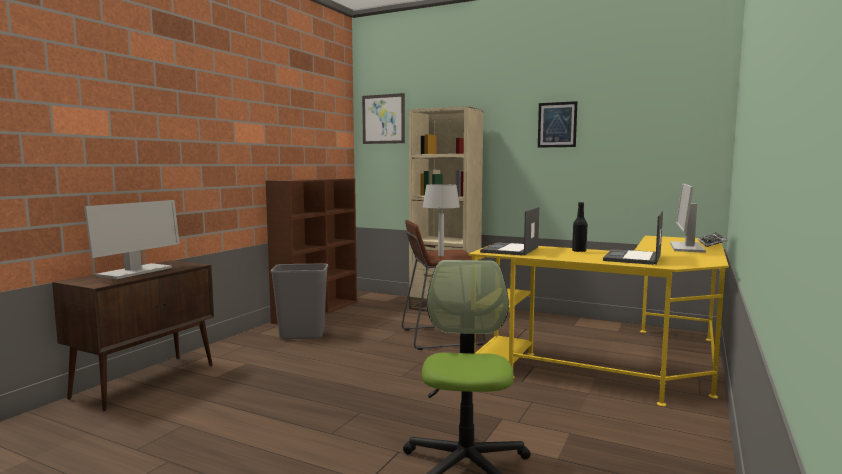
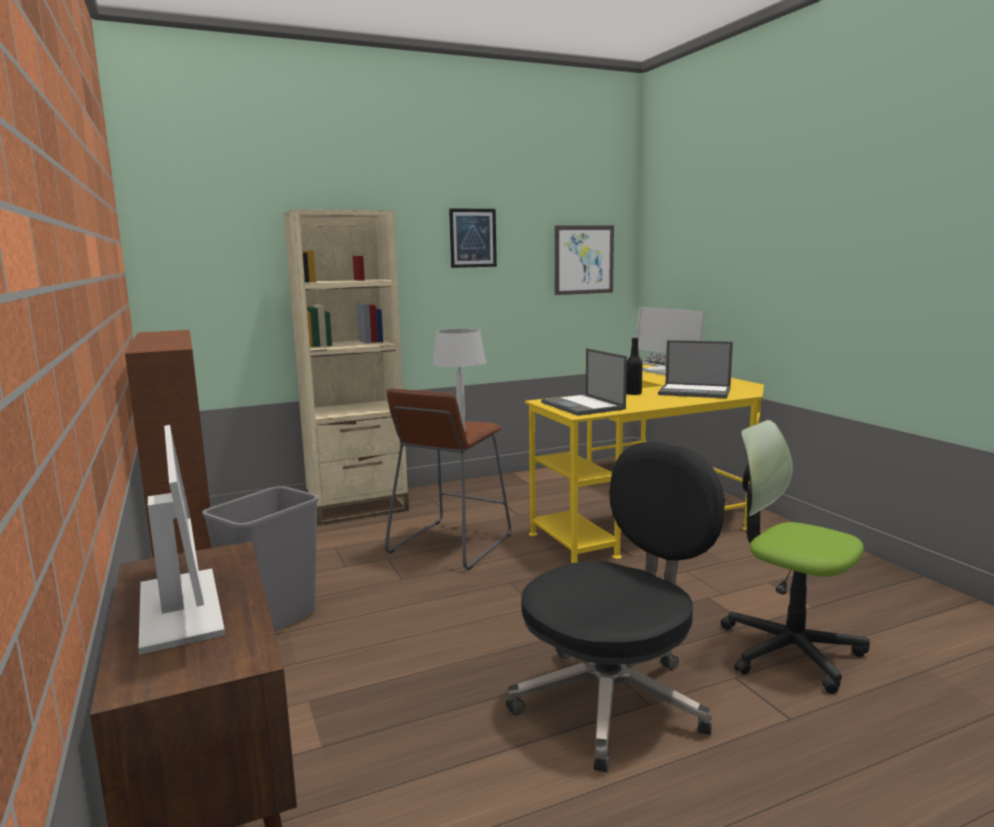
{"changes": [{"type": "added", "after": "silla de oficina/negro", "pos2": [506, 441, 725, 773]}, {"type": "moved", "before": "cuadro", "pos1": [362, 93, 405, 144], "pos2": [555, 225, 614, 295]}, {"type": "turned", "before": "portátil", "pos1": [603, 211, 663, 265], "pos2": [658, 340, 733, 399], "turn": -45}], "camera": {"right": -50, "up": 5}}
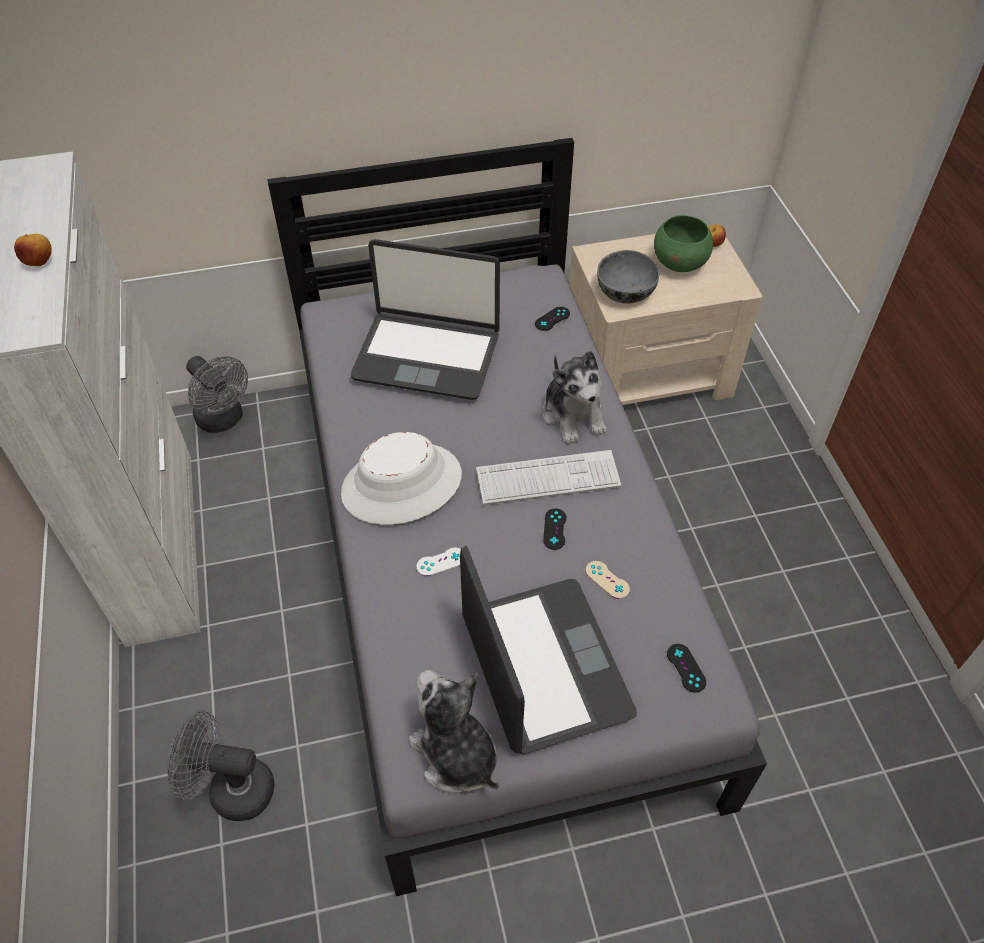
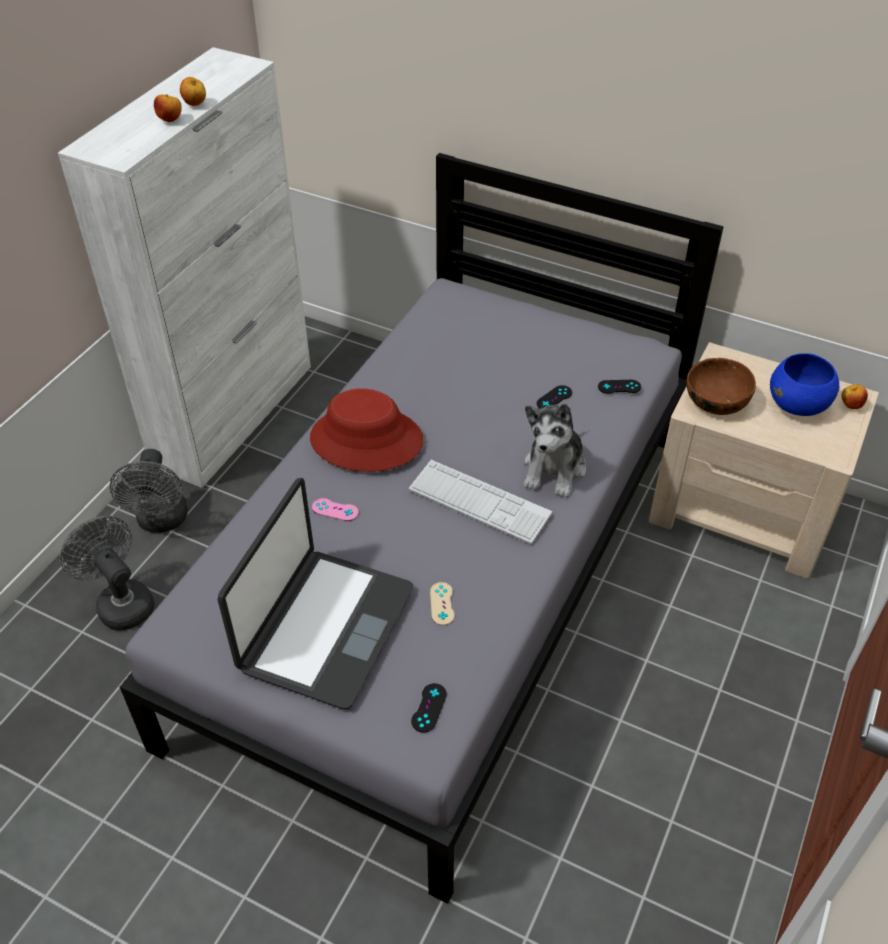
{"changes": [{"type": "moved", "before": "ventilador/gris", "pos1": [186, 356, 248, 433], "pos2": [109, 449, 188, 533]}, {"type": "added", "after": "manzana", "pos2": [180, 77, 206, 106]}, {"type": "recoloured", "before": "sombrero/blanco", "after": "sombrero/rojo", "pos1": [341, 432, 462, 525], "pos2": [310, 388, 423, 472]}, {"type": "recoloured", "before": "mando de consola/blanco", "after": "mando de consola/rosa", "pos1": [417, 548, 461, 576], "pos2": [312, 498, 359, 521]}, {"type": "moved", "before": "mando de consola/negro", "pos1": [543, 508, 567, 550], "pos2": [536, 385, 572, 408]}, {"type": "recoloured", "before": "cuenco/gris", "after": "cuenco/marrón", "pos1": [597, 250, 659, 304], "pos2": [687, 358, 756, 415]}, {"type": "recoloured", "before": "cuenco/verde", "after": "cuenco/azul", "pos1": [654, 215, 713, 272], "pos2": [770, 353, 839, 416]}, {"type": "removed", "before": "portátil", "pos1": [351, 239, 500, 400]}, {"type": "removed", "before": "peluche", "pos1": [408, 670, 499, 793]}], "camera": {"right": 40, "up": -5}}
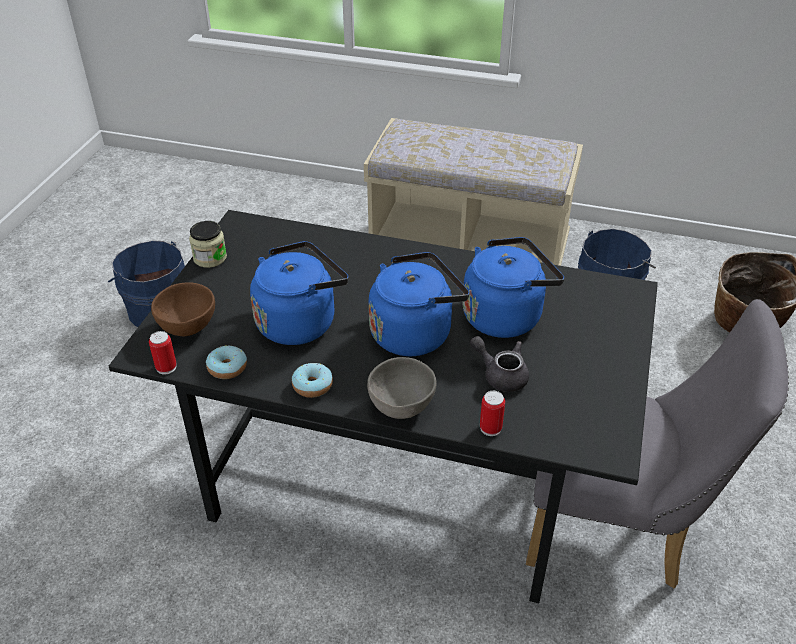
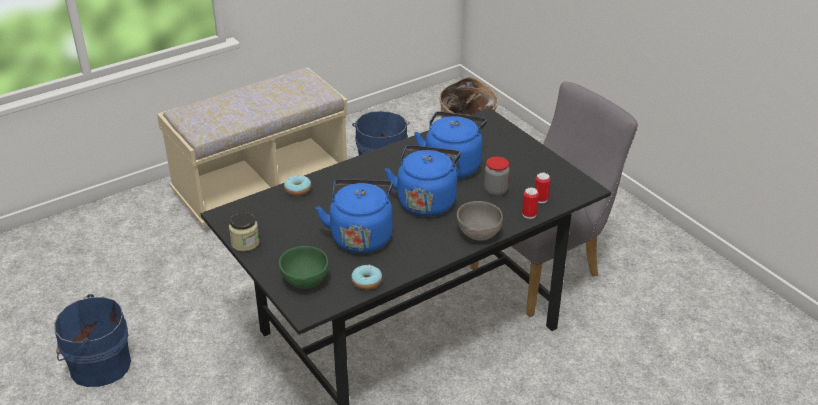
{"changes": [{"type": "recoloured", "before": "cuenco/marrón", "after": "cuenco/verde", "pos1": [151, 282, 215, 336], "pos2": [279, 246, 328, 289]}, {"type": "moved", "before": "rosquilla", "pos1": [292, 363, 333, 398], "pos2": [284, 175, 311, 196]}, {"type": "replaced", "before": "tetera/gris", "after": "tarro", "pos1": [470, 336, 529, 392], "pos2": [484, 157, 510, 196]}, {"type": "moved", "before": "lata", "pos1": [149, 331, 177, 374], "pos2": [535, 173, 550, 203]}], "camera": {"right": -50, "up": -5}}
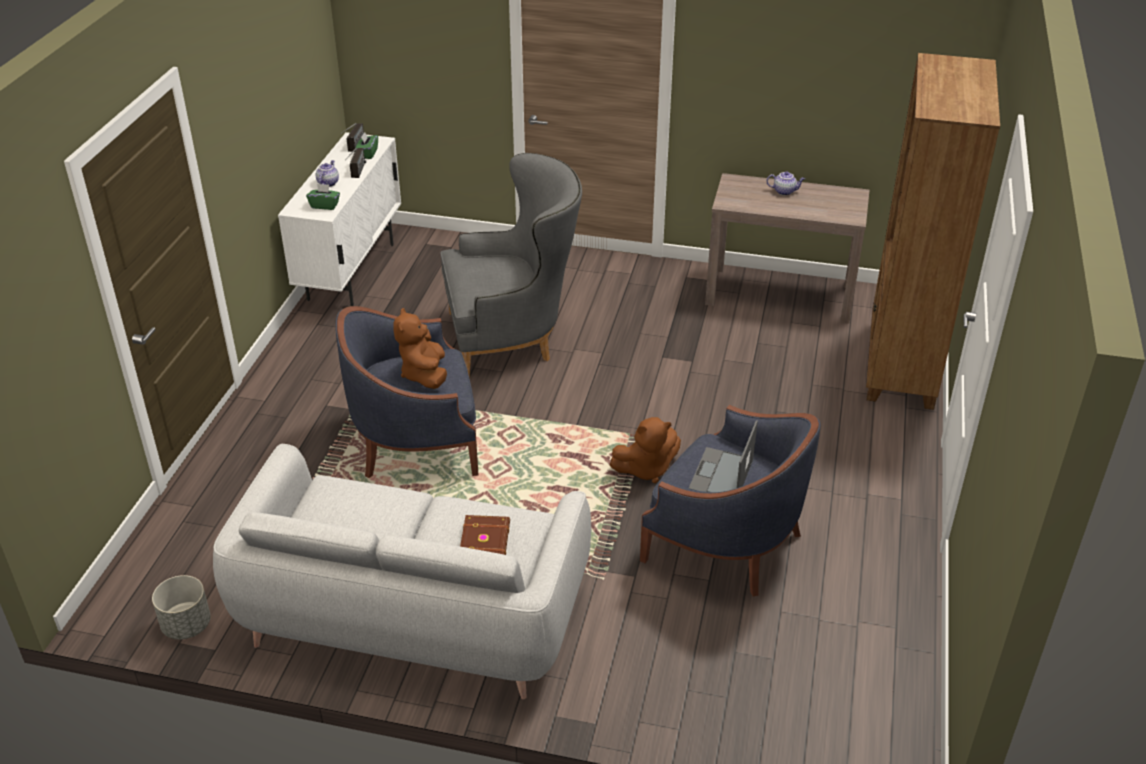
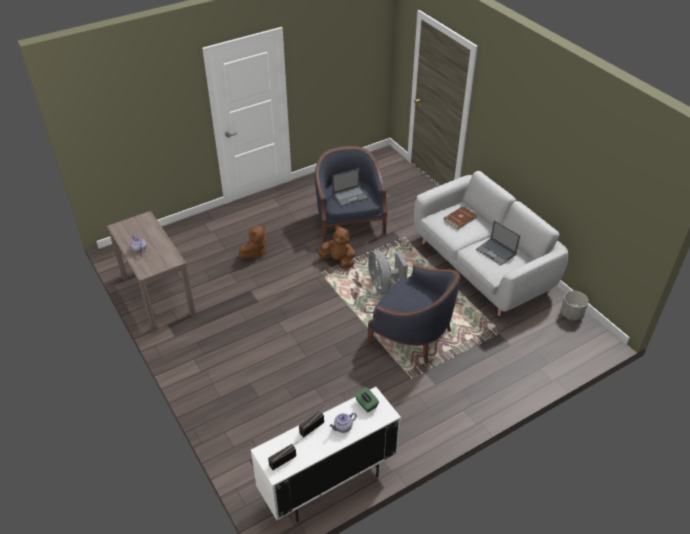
{"changes": [{"type": "moved", "before": "peluche/marrón", "pos1": [393, 308, 447, 389], "pos2": [239, 226, 266, 259]}, {"type": "added", "after": "ventilador/gris", "pos2": [368, 250, 408, 295]}, {"type": "added", "after": "portátil", "pos2": [476, 220, 520, 265]}, {"type": "removed", "before": "caja de pañuelos/verde", "pos1": [356, 132, 378, 159]}, {"type": "removed", "before": "sillón/gris", "pos1": [440, 153, 582, 378]}, {"type": "removed", "before": "estantería/marrón", "pos1": [866, 53, 1000, 410]}], "camera": {"right": -135, "up": 5}}
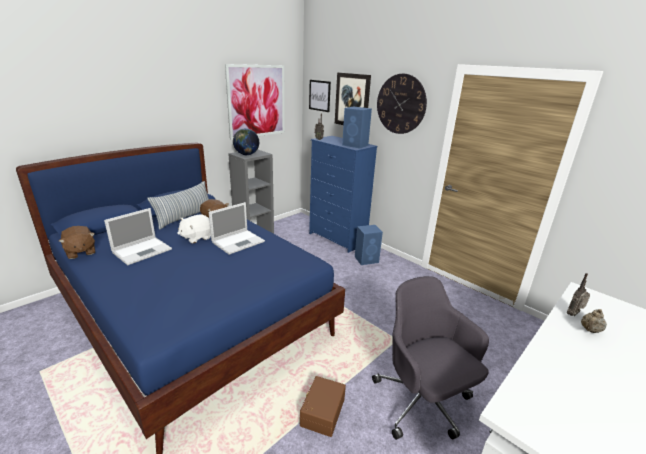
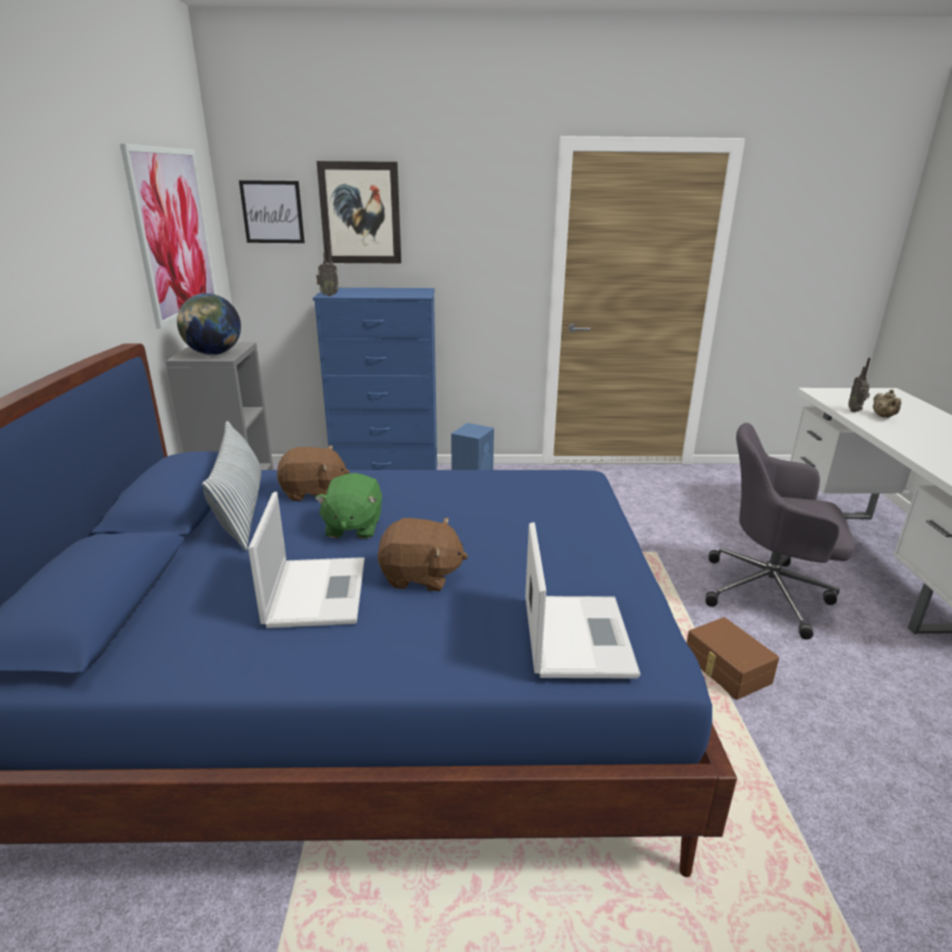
{"changes": [{"type": "recoloured", "before": "peluche/blanco", "after": "peluche/verde", "pos1": [177, 214, 211, 244], "pos2": [315, 473, 382, 539]}, {"type": "moved", "before": "peluche/marrón", "pos1": [59, 226, 95, 259], "pos2": [378, 518, 468, 591]}, {"type": "moved", "before": "portátil", "pos1": [209, 202, 265, 255], "pos2": [525, 522, 640, 679]}, {"type": "removed", "before": "altavoz/azul", "pos1": [342, 106, 372, 148]}, {"type": "removed", "before": "reloj de pared", "pos1": [377, 74, 427, 134]}], "camera": {"right": -45, "up": 0}}
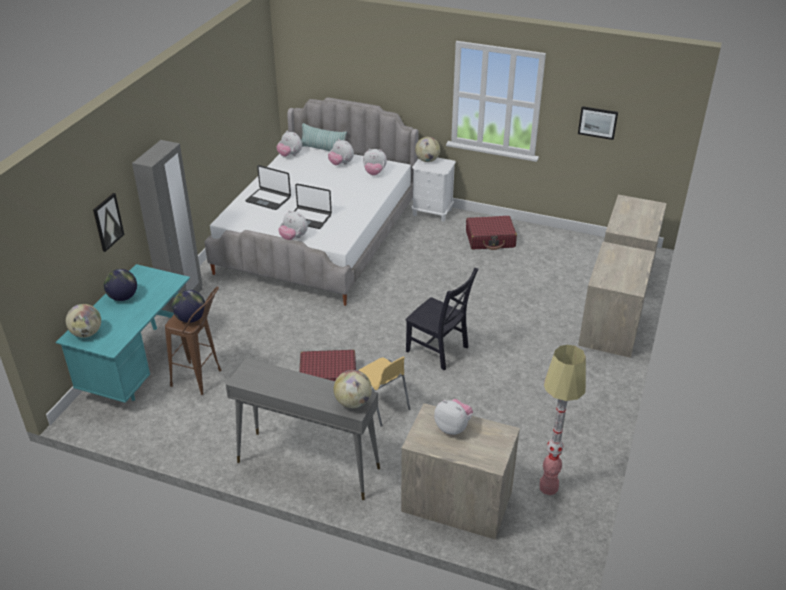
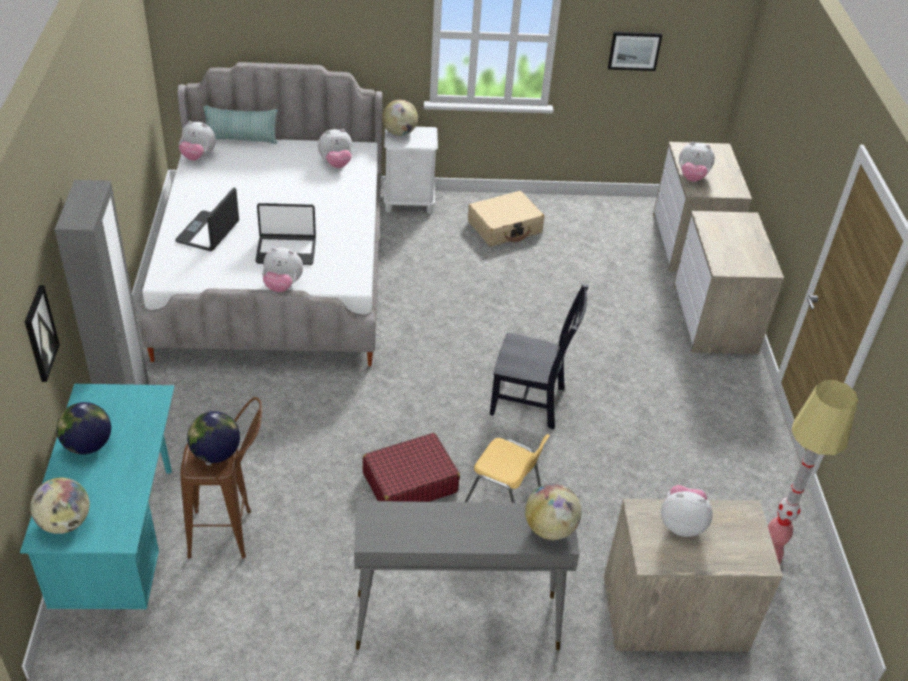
{"changes": [{"type": "turned", "before": "portátil", "pos1": [245, 165, 291, 210], "pos2": [175, 187, 239, 251], "turn": 105}, {"type": "recoloured", "before": "maleta/rojo", "after": "maleta/beis", "pos1": [466, 216, 517, 250], "pos2": [468, 191, 544, 246]}, {"type": "moved", "before": "peluche", "pos1": [328, 139, 354, 165], "pos2": [679, 142, 715, 182]}], "camera": {"right": -25, "up": 5}}
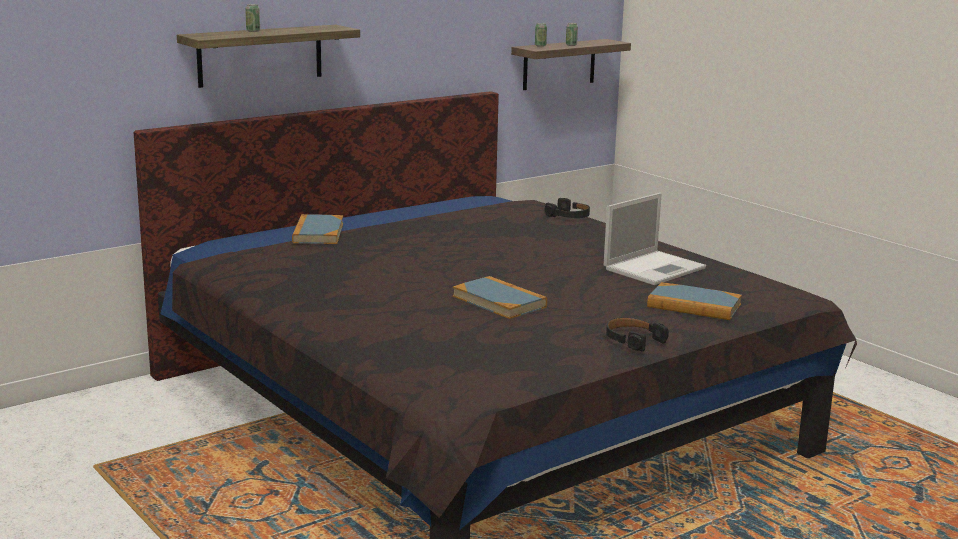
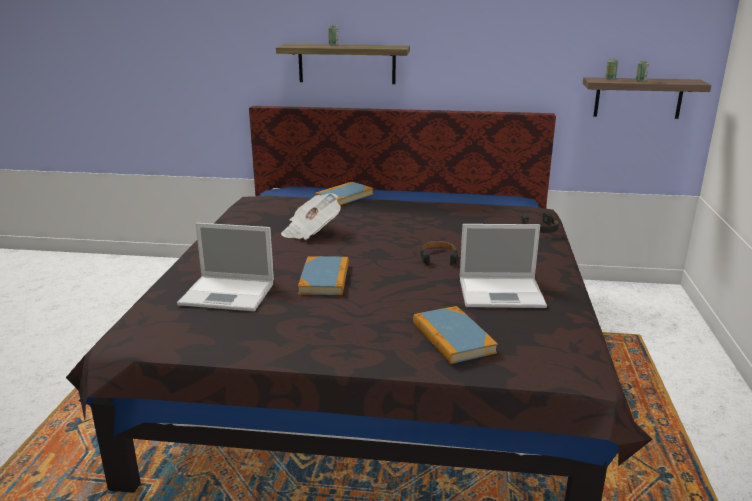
{"changes": [{"type": "added", "after": "portátil", "pos2": [177, 223, 274, 311]}, {"type": "added", "after": "periódico", "pos2": [281, 193, 341, 240]}, {"type": "moved", "before": "auriculares/negro", "pos1": [606, 317, 669, 351], "pos2": [420, 240, 458, 266]}], "camera": {"right": 45, "up": 5}}
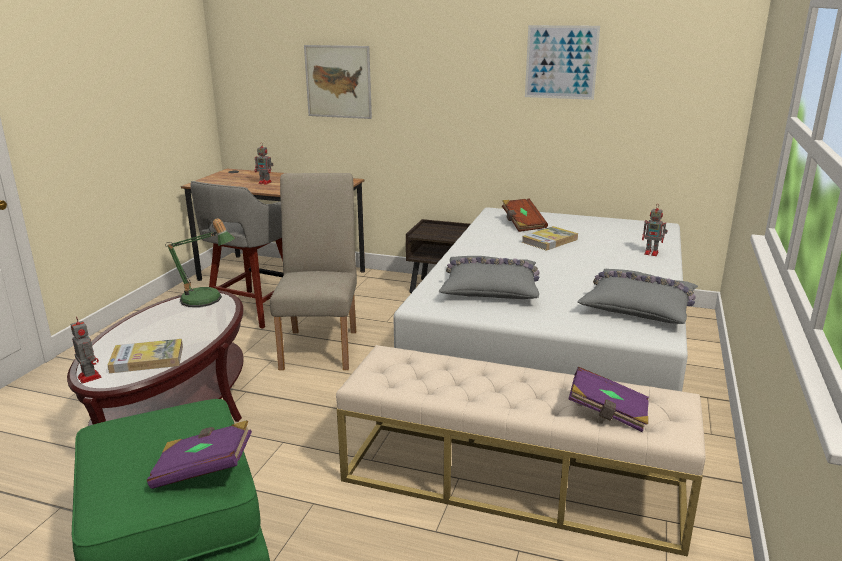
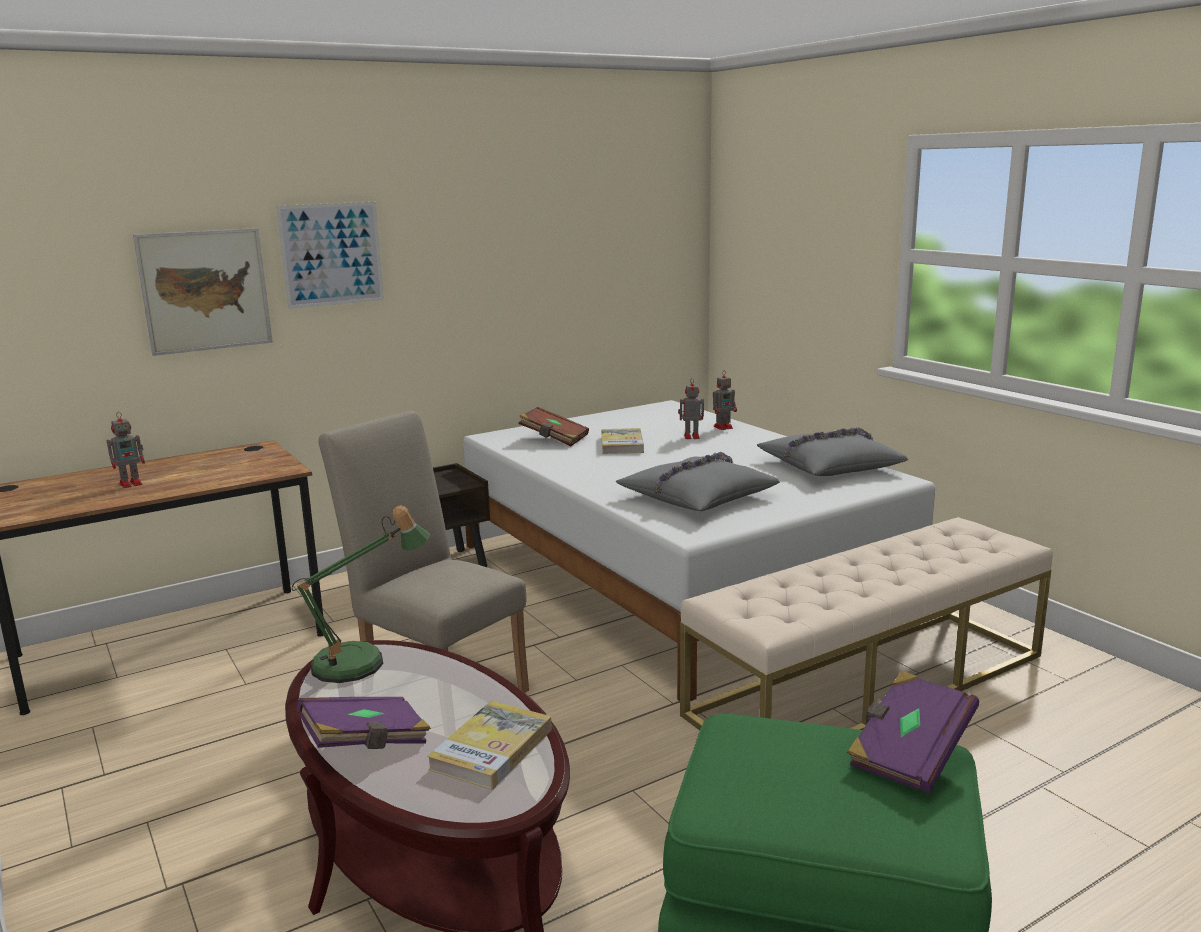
{"changes": [{"type": "moved", "before": "cuadro", "pos1": [525, 25, 600, 100], "pos2": [276, 202, 384, 309]}, {"type": "moved", "before": "libro/morado", "pos1": [569, 367, 649, 432], "pos2": [297, 697, 431, 749]}, {"type": "moved", "before": "robot de juguete", "pos1": [71, 316, 102, 384], "pos2": [678, 378, 704, 439]}, {"type": "removed", "before": "taburete/gris", "pos1": [191, 181, 283, 329]}], "camera": {"right": -50, "up": -5}}
